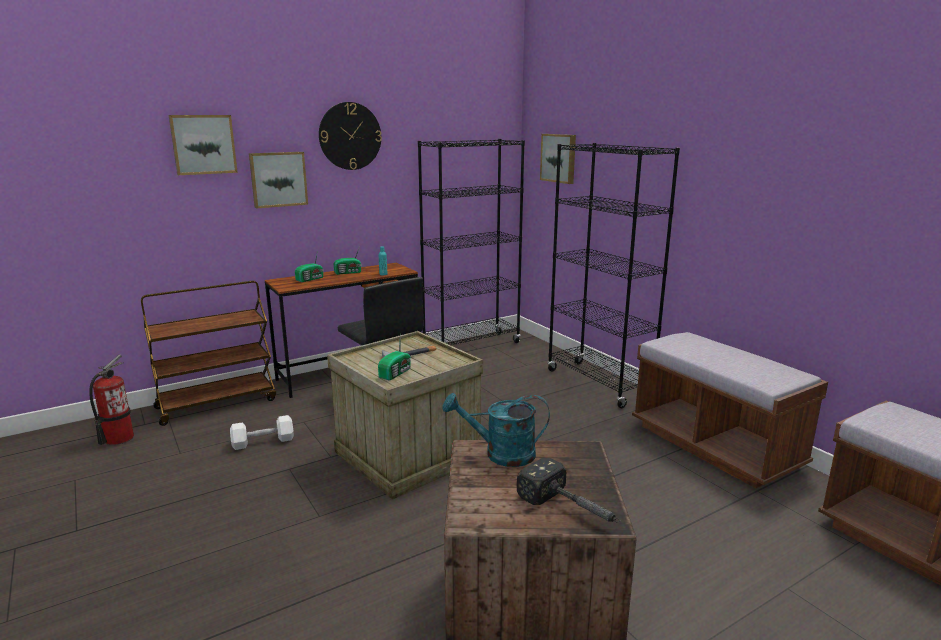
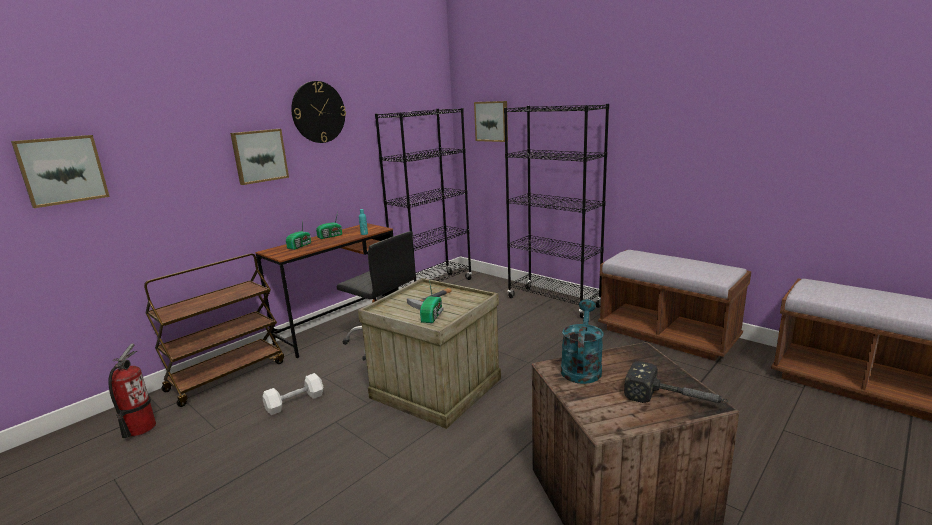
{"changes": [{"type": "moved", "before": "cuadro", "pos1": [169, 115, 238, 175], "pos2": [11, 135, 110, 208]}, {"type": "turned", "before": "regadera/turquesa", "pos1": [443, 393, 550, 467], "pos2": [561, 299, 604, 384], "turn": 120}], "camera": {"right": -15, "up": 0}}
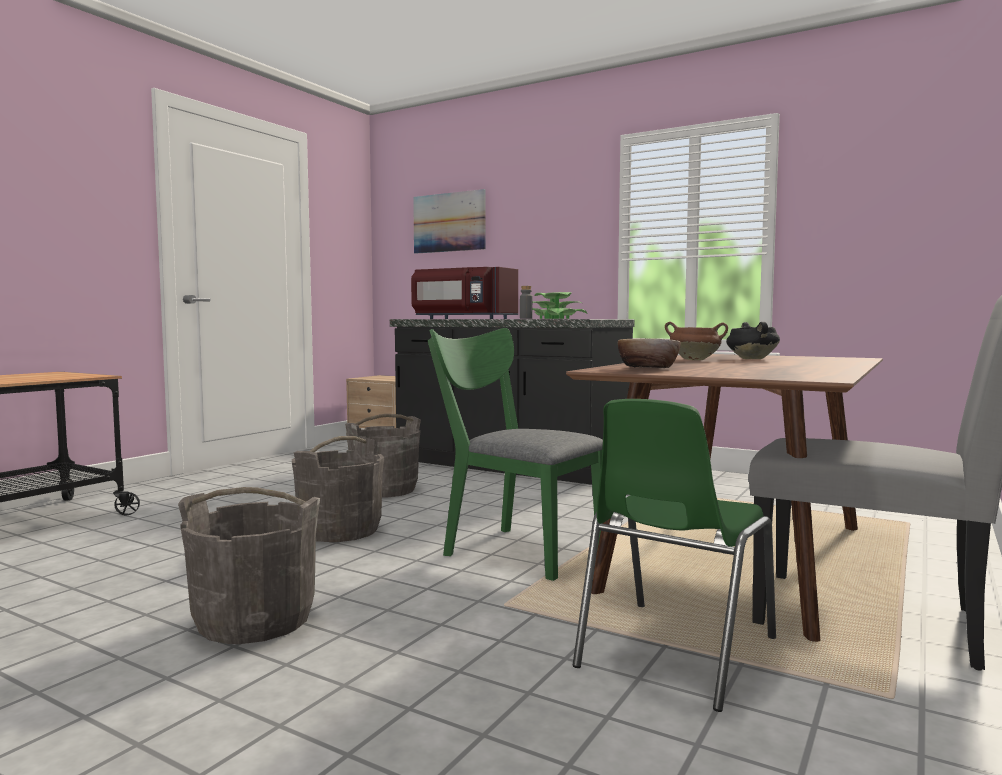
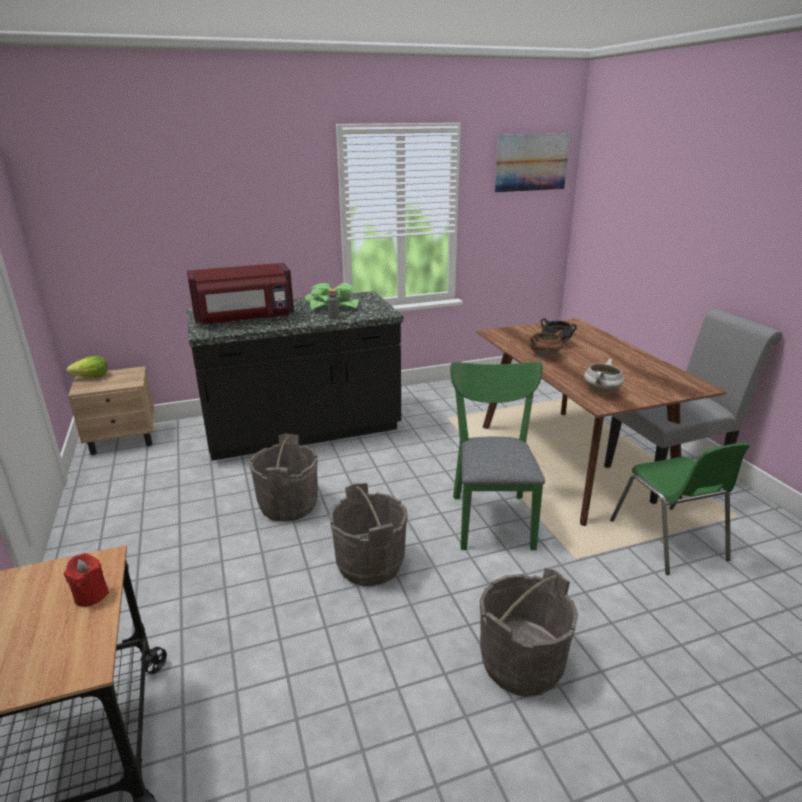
{"changes": [{"type": "added", "after": "vela/rojo", "pos2": [64, 553, 109, 607]}, {"type": "added", "after": "lechuga", "pos2": [66, 356, 107, 378]}, {"type": "turned", "before": "silla/verde", "pos1": [428, 328, 603, 581], "pos2": [450, 362, 545, 550], "turn": 105}, {"type": "moved", "before": "cuadro", "pos1": [413, 189, 486, 254], "pos2": [495, 133, 570, 192]}, {"type": "replaced", "before": "cuenco", "after": "olla/blanco", "pos1": [618, 338, 681, 368], "pos2": [584, 358, 624, 393]}], "camera": {"right": -50, "up": 20}}
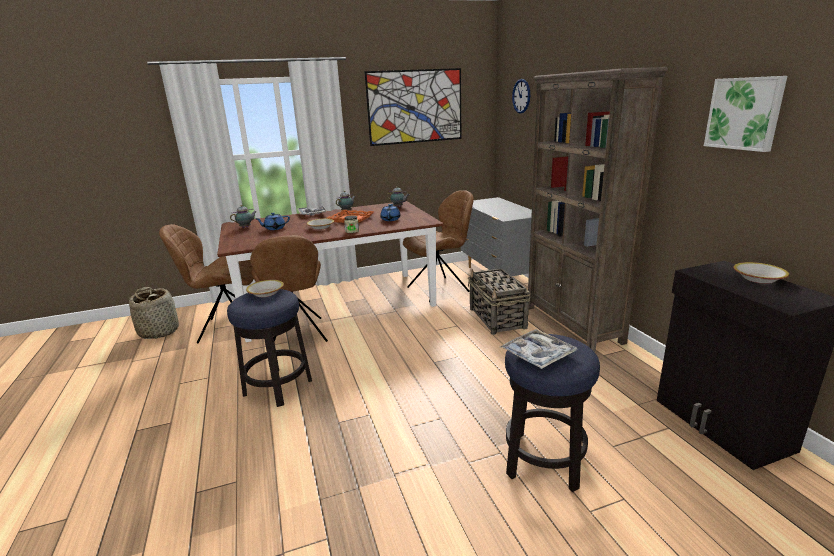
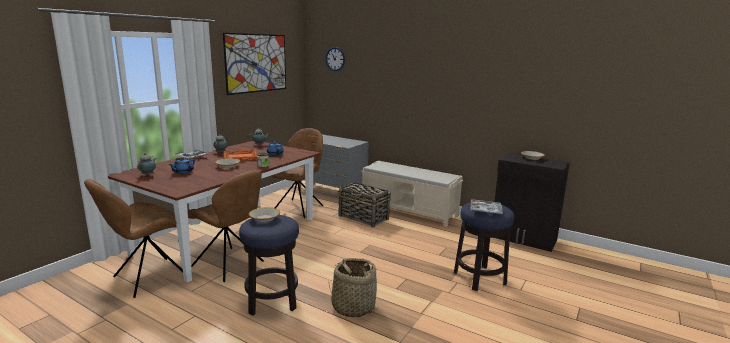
{"changes": [{"type": "moved", "before": "cesta", "pos1": [129, 287, 179, 339], "pos2": [329, 258, 378, 317]}, {"type": "replaced", "before": "estantería/marrón", "after": "banco/beis", "pos1": [528, 67, 668, 352], "pos2": [361, 161, 463, 227]}, {"type": "removed", "before": "cuadro", "pos1": [704, 76, 787, 152]}], "camera": {"right": -40, "up": -5}}
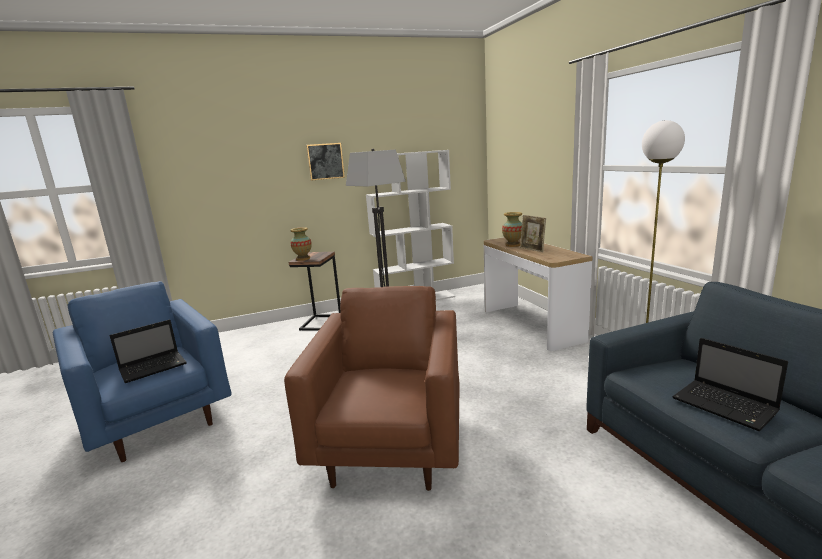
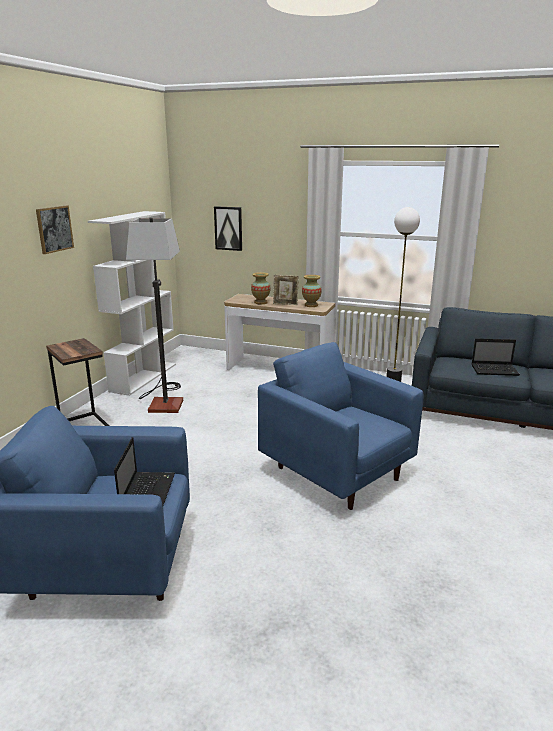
{"changes": [{"type": "added", "after": "cuadro", "pos2": [214, 206, 242, 251]}, {"type": "recoloured", "before": "sillón/marrón", "after": "sillón/azul", "pos1": [284, 286, 460, 491], "pos2": [258, 342, 423, 510]}, {"type": "moved", "before": "florero", "pos1": [290, 227, 312, 261], "pos2": [302, 275, 322, 307]}], "camera": {"right": -50, "up": 5}}
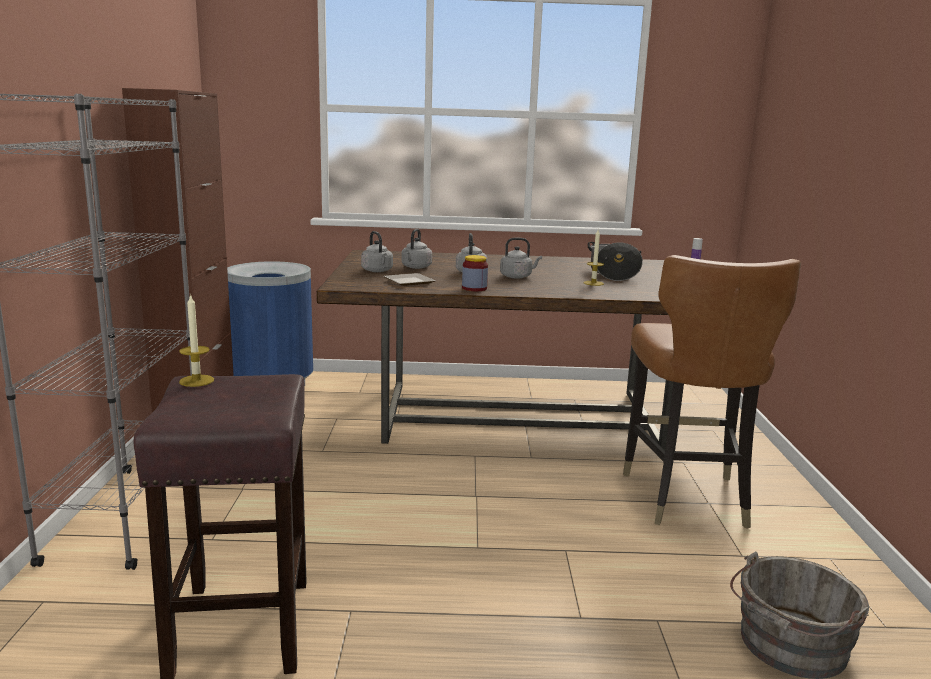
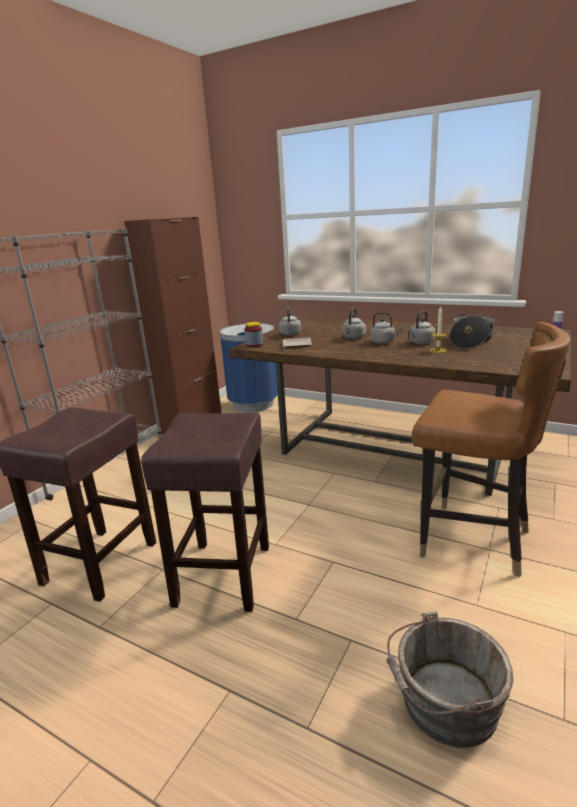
{"changes": [{"type": "added", "after": "taburete/marrón", "pos2": [141, 413, 269, 612]}, {"type": "moved", "before": "tarro", "pos1": [462, 255, 488, 291], "pos2": [245, 322, 263, 347]}, {"type": "moved", "before": "hervidor/gris", "pos1": [401, 229, 432, 269], "pos2": [409, 311, 436, 344]}, {"type": "turned", "before": "silla/marrón", "pos1": [623, 255, 801, 529], "pos2": [412, 322, 571, 577], "turn": -90}, {"type": "removed", "before": "vela", "pos1": [179, 294, 214, 387]}], "camera": {"right": 30, "up": 5}}
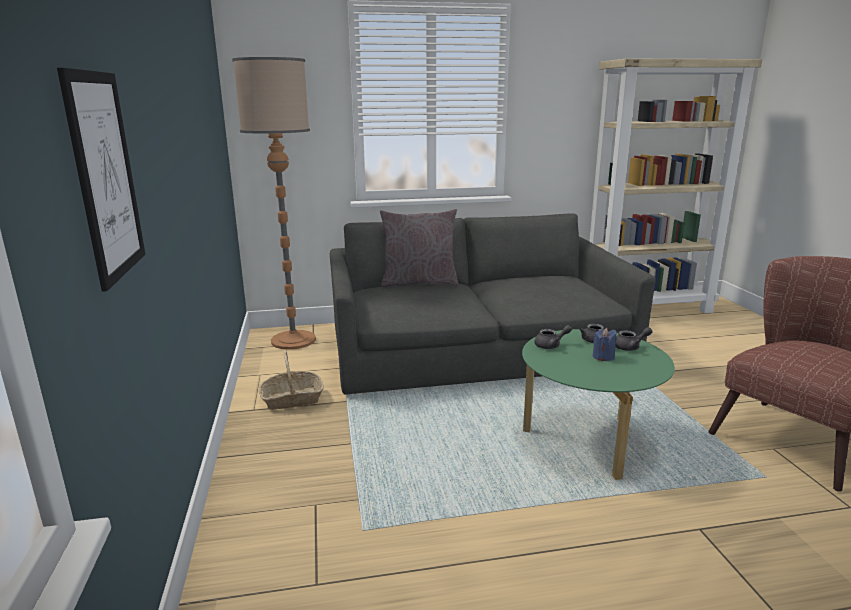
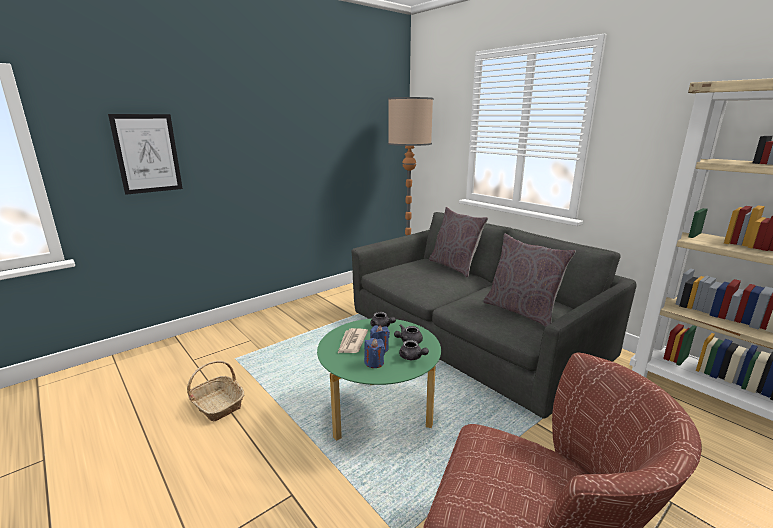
{"changes": [{"type": "moved", "before": "cesta", "pos1": [259, 350, 324, 410], "pos2": [187, 361, 244, 422]}, {"type": "added", "after": "periódico", "pos2": [337, 328, 368, 354]}, {"type": "added", "after": "vela/azul", "pos2": [364, 338, 385, 368]}, {"type": "added", "after": "cojín/gris", "pos2": [483, 234, 576, 327]}], "camera": {"right": 60, "up": 0}}
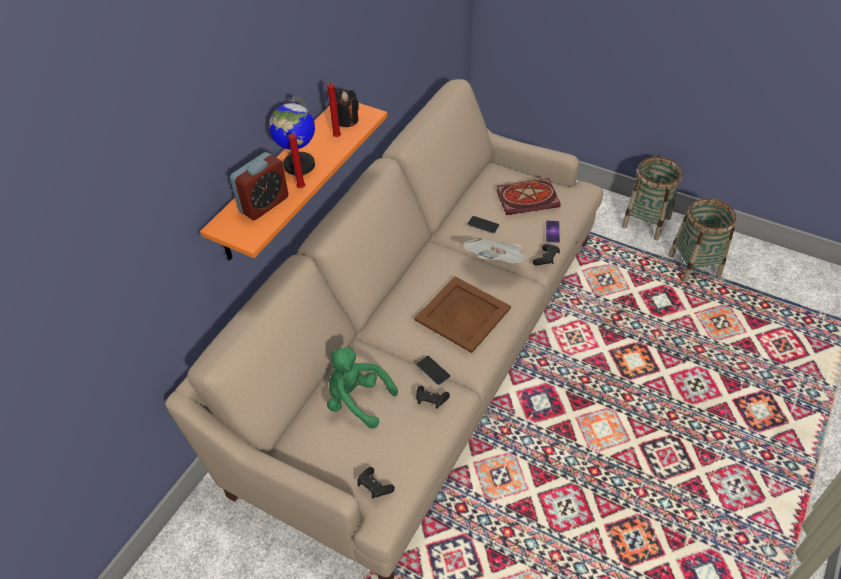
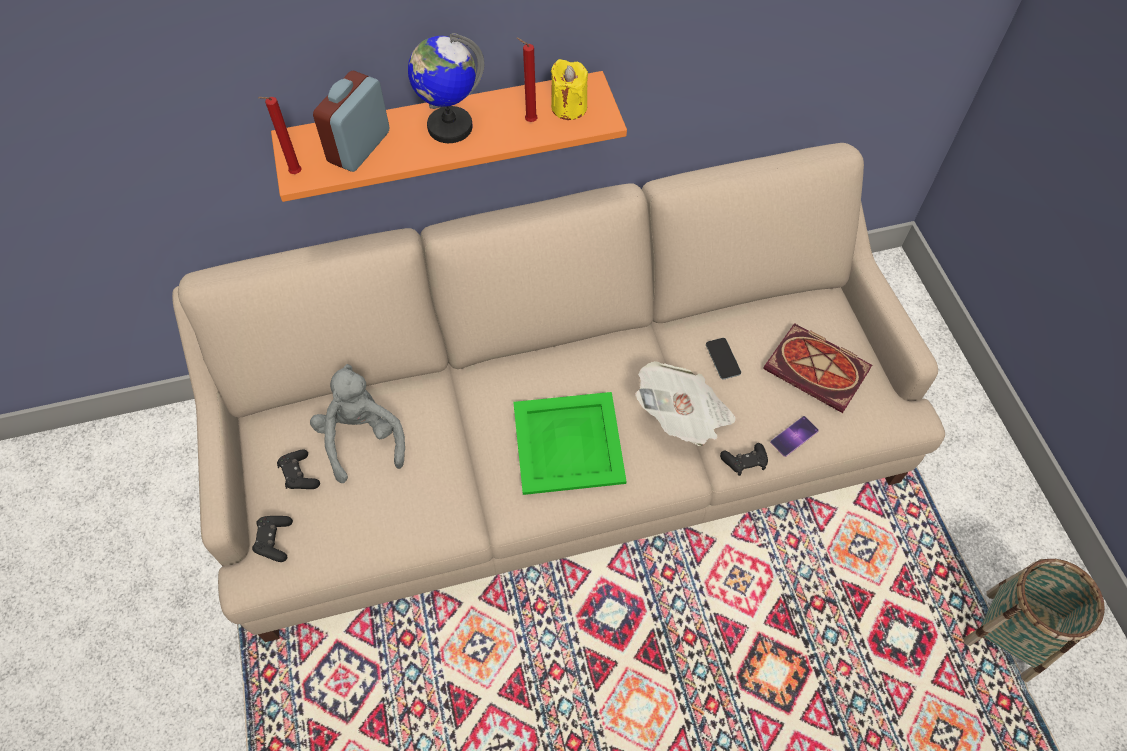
{"changes": [{"type": "moved", "before": "vela/rojo", "pos1": [288, 133, 305, 188], "pos2": [258, 97, 302, 174]}, {"type": "moved", "before": "mando de consola/negro", "pos1": [416, 386, 450, 409], "pos2": [277, 449, 320, 489]}, {"type": "recoloured", "before": "peluche/verde", "after": "peluche/gris", "pos1": [327, 348, 398, 429], "pos2": [310, 364, 405, 483]}, {"type": "turned", "before": "despertador", "pos1": [230, 152, 288, 220], "pos2": [313, 71, 390, 172], "turn": 120}, {"type": "recoloured", "before": "bandeja/marrón", "after": "bandeja/verde", "pos1": [414, 276, 511, 353], "pos2": [513, 392, 627, 495]}, {"type": "recoloured", "before": "vela/negro", "after": "vela/amarillo", "pos1": [335, 89, 359, 127], "pos2": [551, 59, 588, 120]}, {"type": "removed", "before": "móvil", "pos1": [417, 356, 450, 385]}, {"type": "removed", "before": "cesta", "pos1": [622, 157, 682, 240]}], "camera": {"right": 45, "up": 10}}
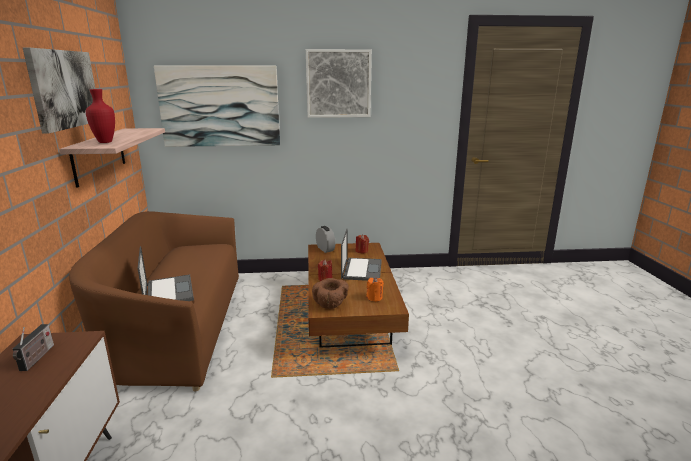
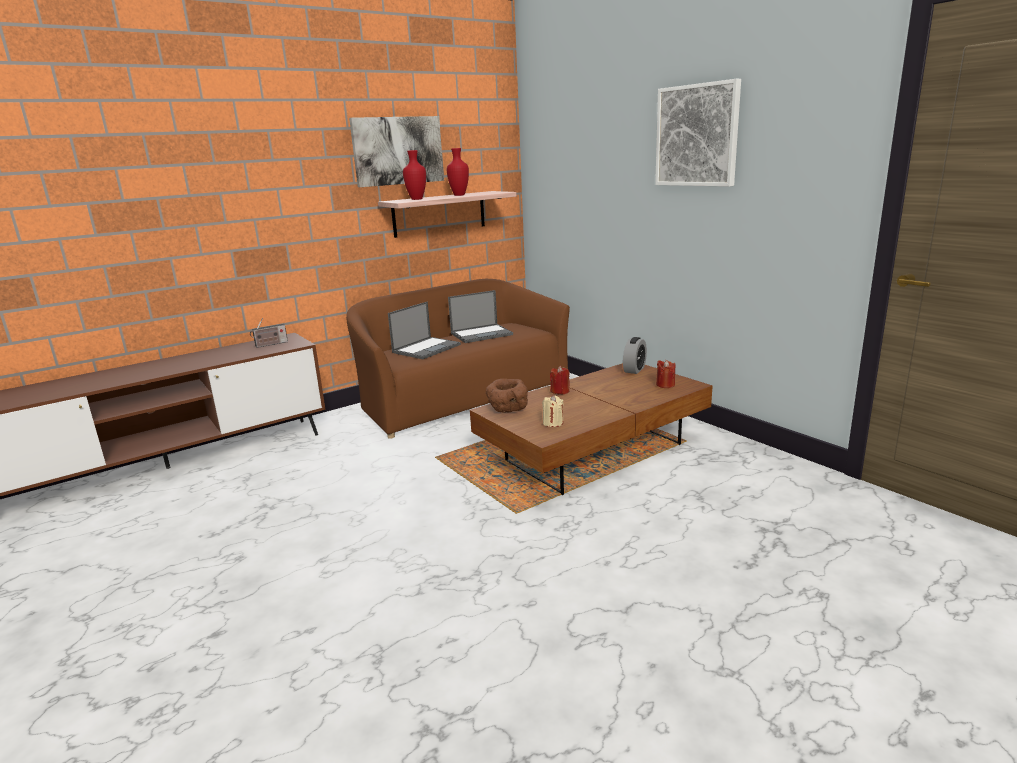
{"changes": [{"type": "added", "after": "florero/rojo", "pos2": [447, 148, 469, 196]}, {"type": "moved", "before": "portátil", "pos1": [341, 229, 382, 281], "pos2": [448, 290, 513, 343]}, {"type": "recoloured", "before": "vela/naranja", "after": "vela/beis", "pos1": [366, 277, 384, 302], "pos2": [542, 395, 563, 427]}, {"type": "removed", "before": "cuadro", "pos1": [154, 65, 280, 147]}], "camera": {"right": 60, "up": 0}}
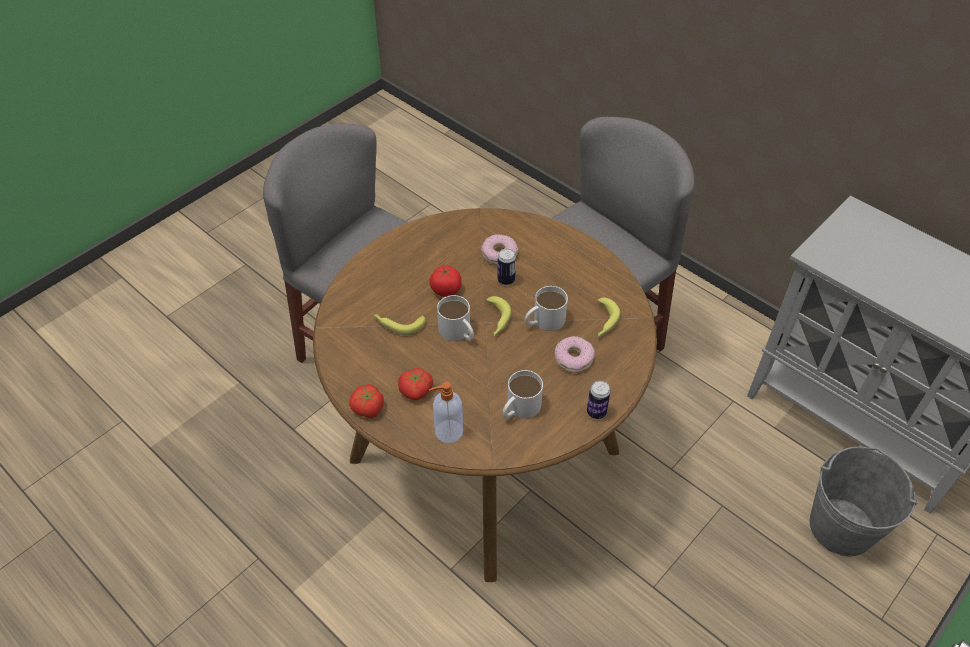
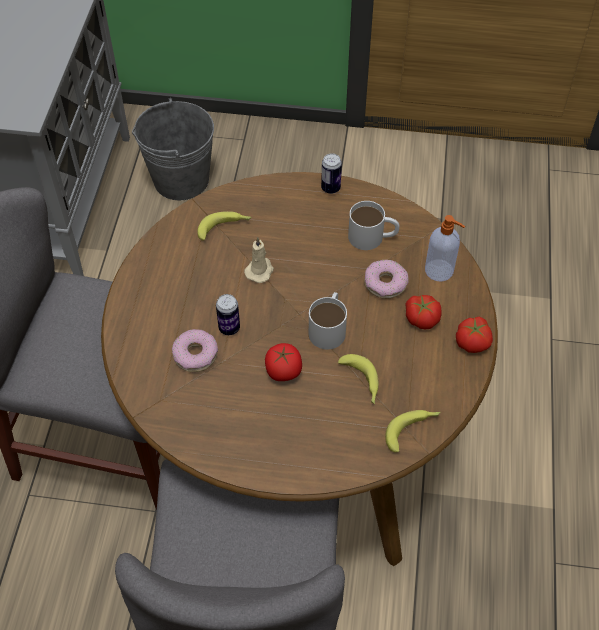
{"changes": [{"type": "replaced", "before": "taza grande/blanco", "after": "vela/beis", "pos1": [525, 286, 568, 331], "pos2": [244, 237, 274, 283]}, {"type": "moved", "before": "rosquilla", "pos1": [555, 336, 595, 373], "pos2": [364, 260, 408, 299]}, {"type": "moved", "before": "plátano", "pos1": [486, 296, 511, 336], "pos2": [385, 410, 440, 452]}], "camera": {"right": -125, "up": 5}}
